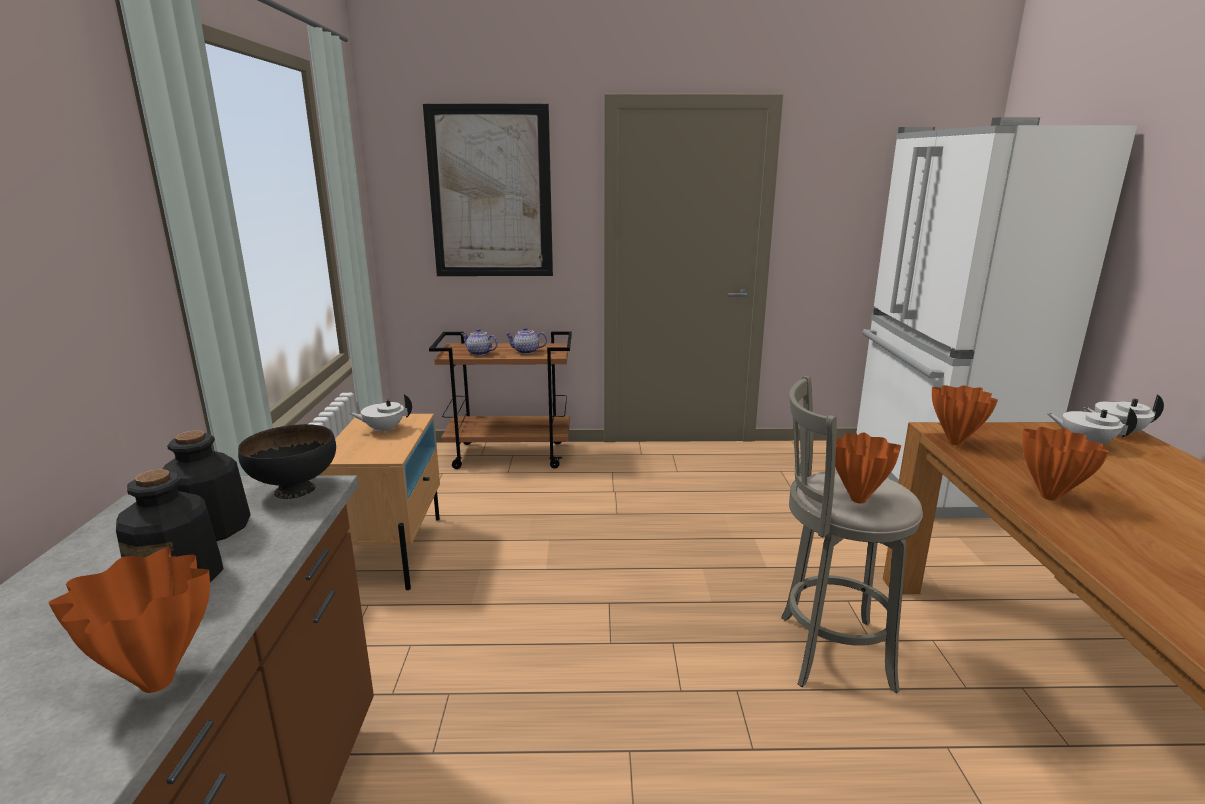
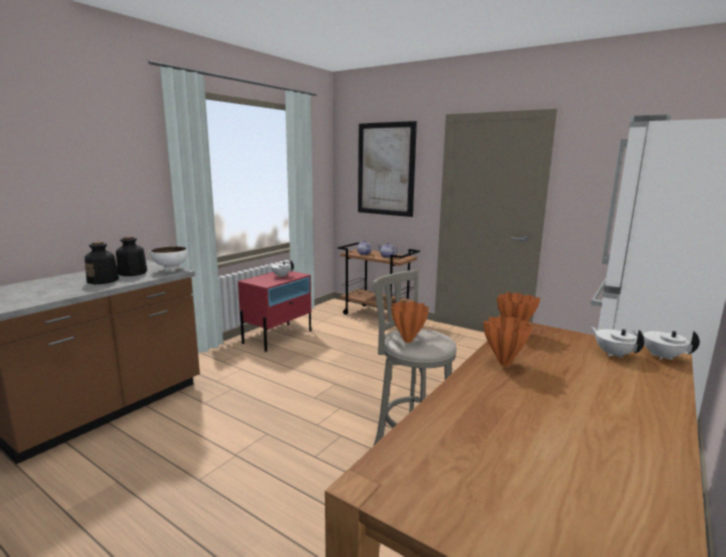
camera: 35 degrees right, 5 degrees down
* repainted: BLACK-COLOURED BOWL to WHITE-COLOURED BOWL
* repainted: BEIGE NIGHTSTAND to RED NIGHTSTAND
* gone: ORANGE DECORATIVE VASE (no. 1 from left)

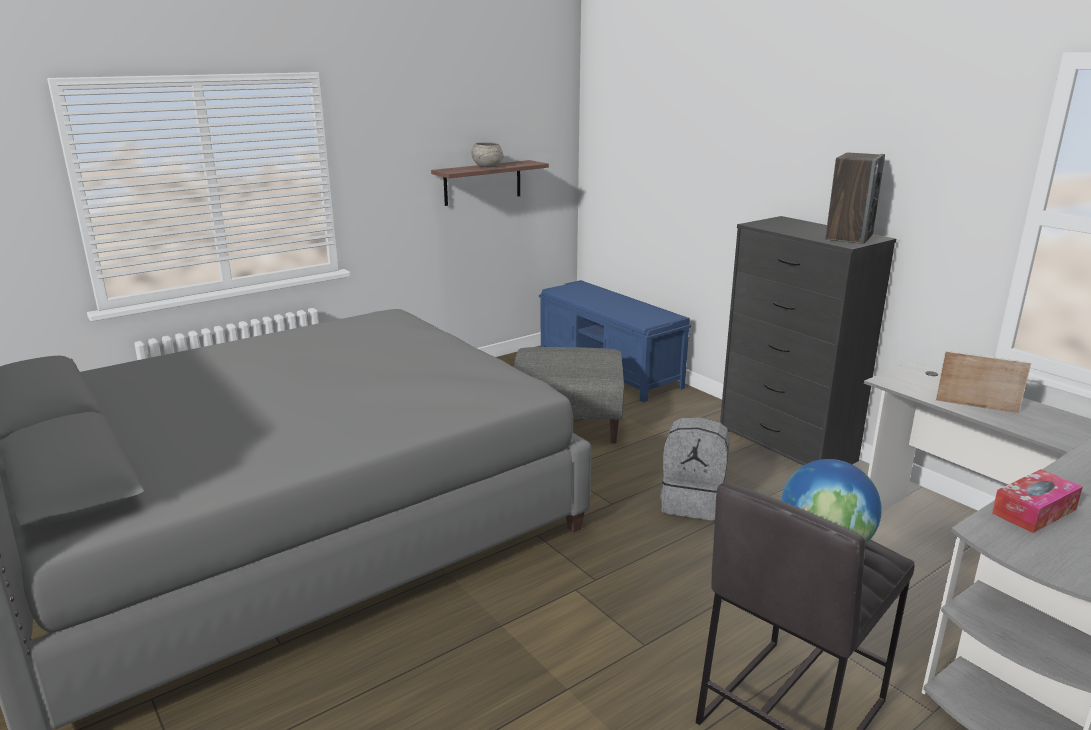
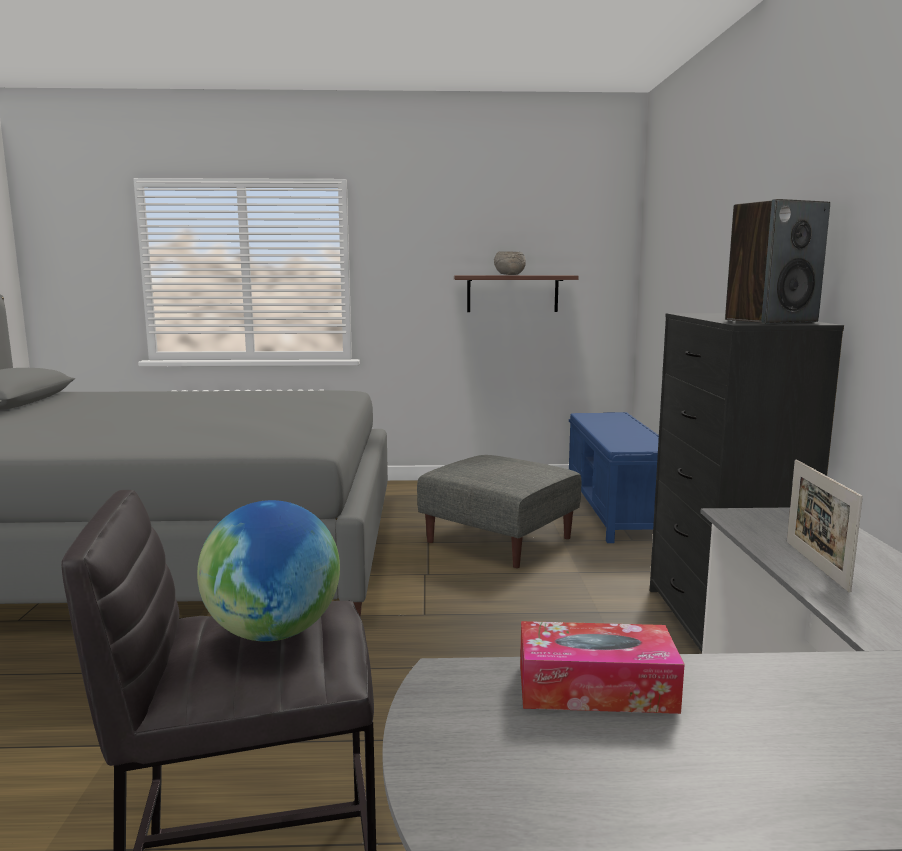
camera: 35 degrees right, 10 degrees down
* rotated: PHOTO FRAME 150 degrees counterclockwise
* gone: GREY RUCKSACK

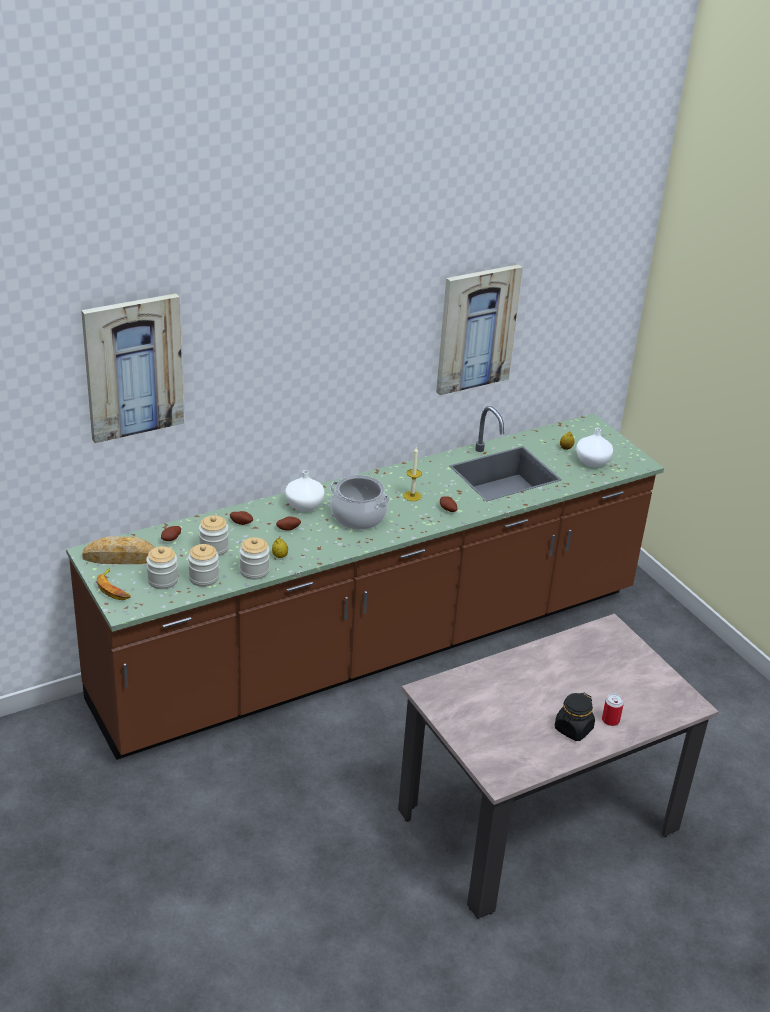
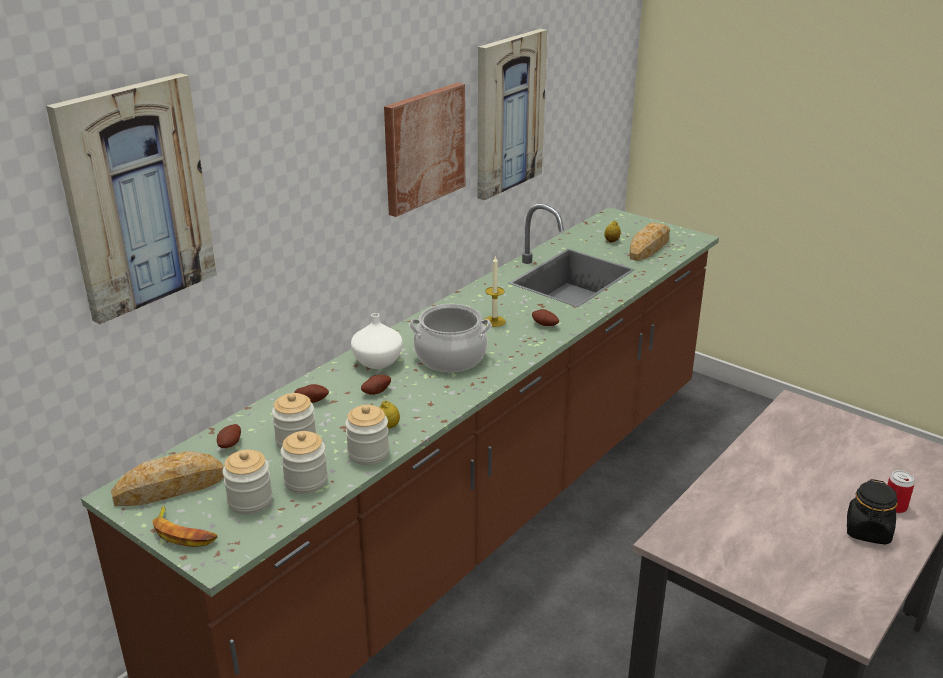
camera: 20 degrees left, 5 degrees down
* new: WALL PICTURE (no. 2 from left)
* swapped: WHITE-COLOURED DECORATIVE VASE (no. 2 from left) to BAKERY BREAD (no. 2 from left)

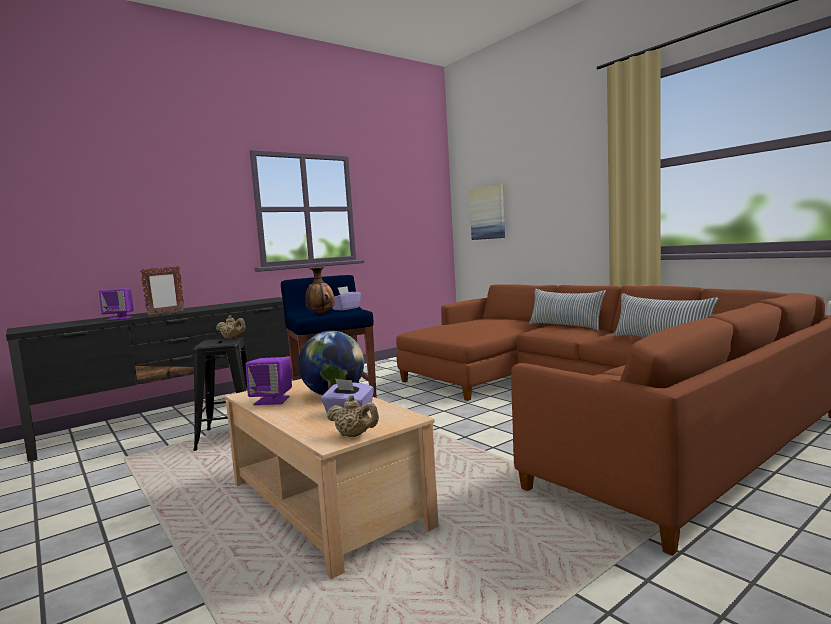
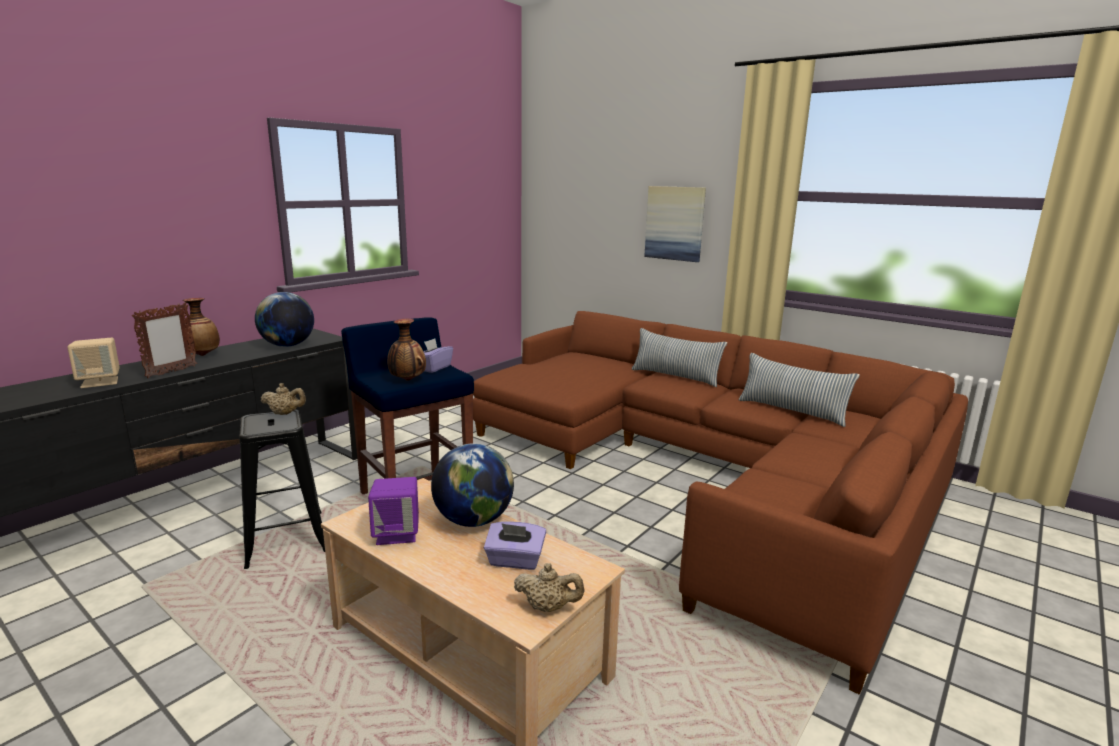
camera: 15 degrees left, 10 degrees up
* repainted: PURPLE-COLOURED LOUDSPEAKER (no. 1 from left) to BEIGE LOUDSPEAKER
* new: DECORATIVE VASE (no. 1 from left)
* new: GLOBE (no. 1 from left)
* shifted: WALL PICTURE

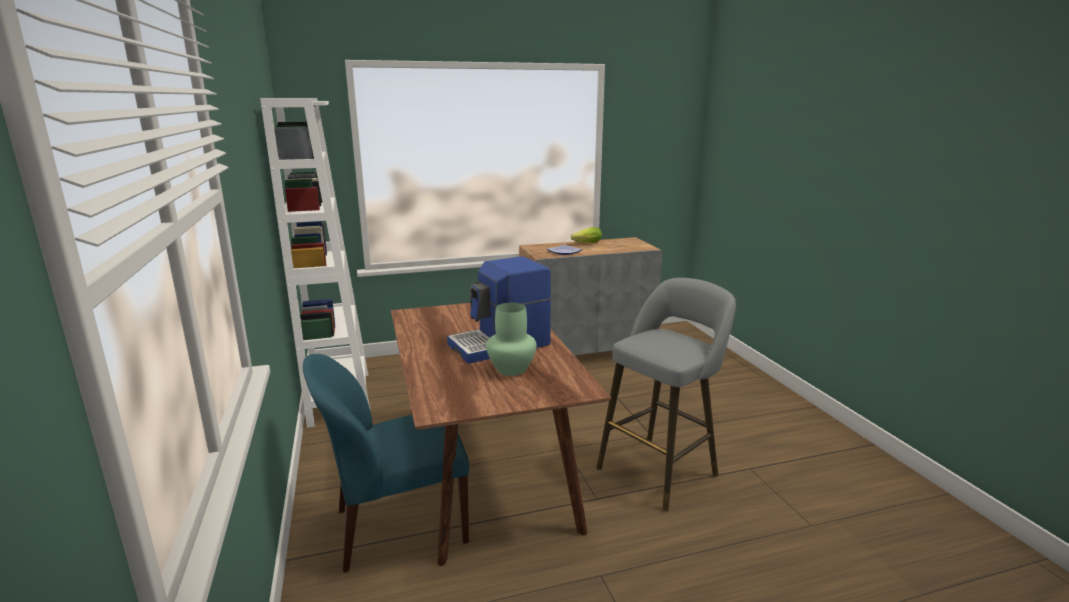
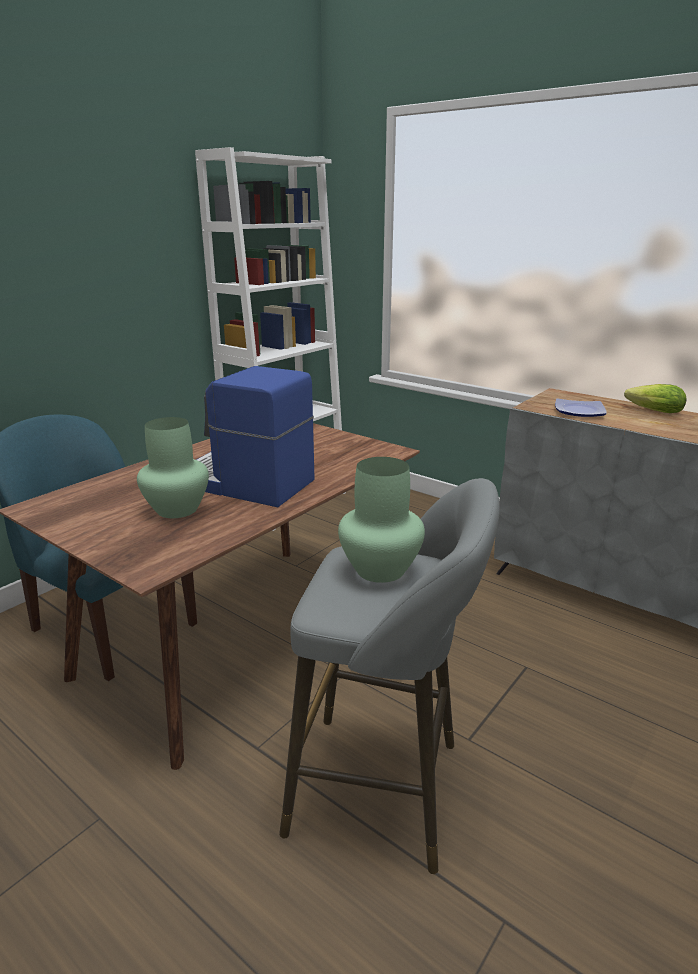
camera: 55 degrees right, 5 degrees up
* new: GREENISH DECORATIVE VASE (no. 2 from left)

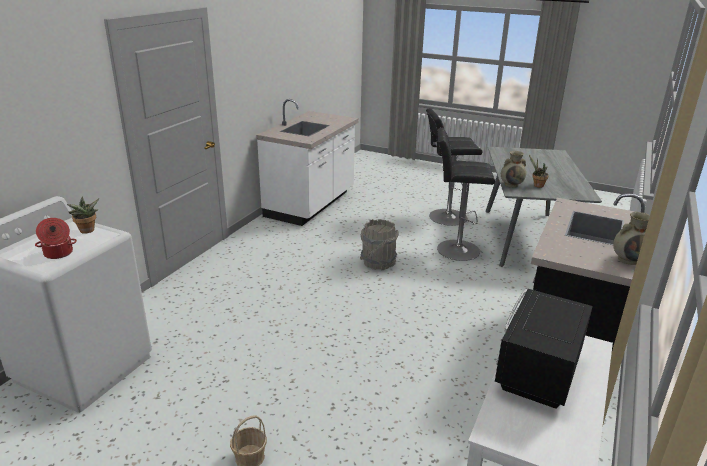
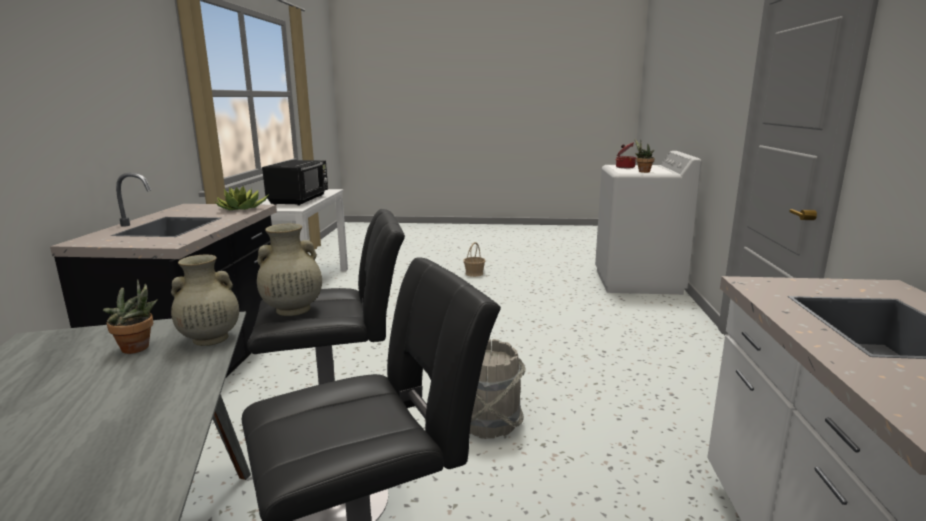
camera: 160 degrees right, 10 degrees down
* new: HOUSEPLANT (no. 2 from left)
* shifted: BEIGE DECORATIVE VASE (no. 2 from left)

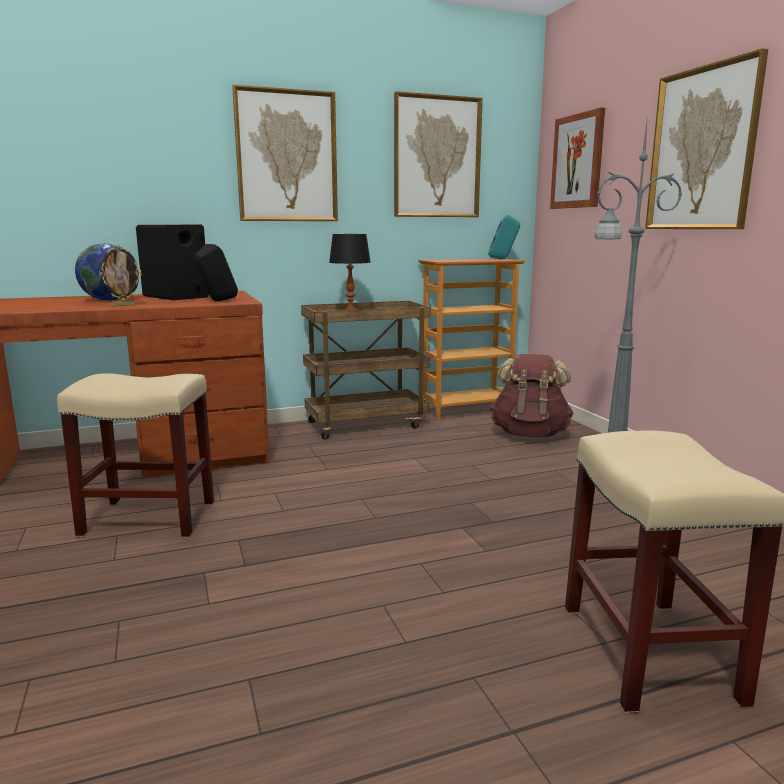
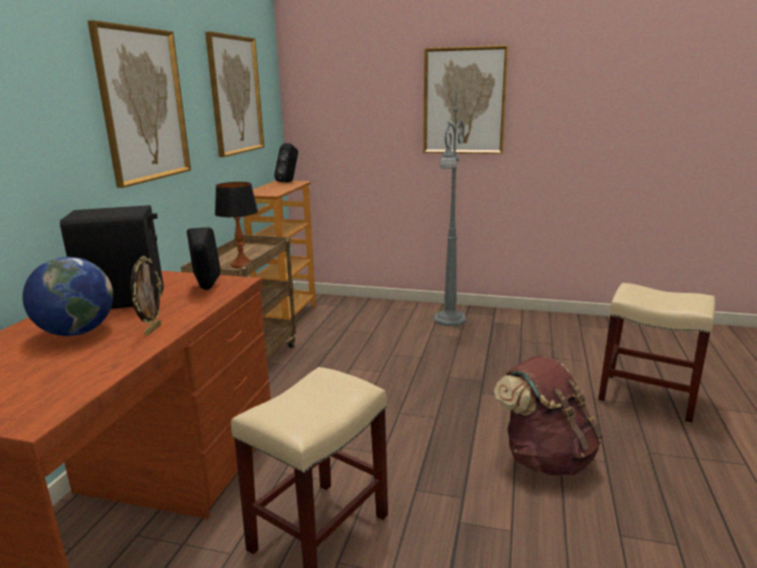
camera: 55 degrees left, 5 degrees up
* repainted: TURQUOISE LOUDSPEAKER to BLACK-COLOURED LOUDSPEAKER (no. 3 from left)
* shifted: BROWNISH RUCKSACK
* gone: WALL PICTURE (no. 3 from left)

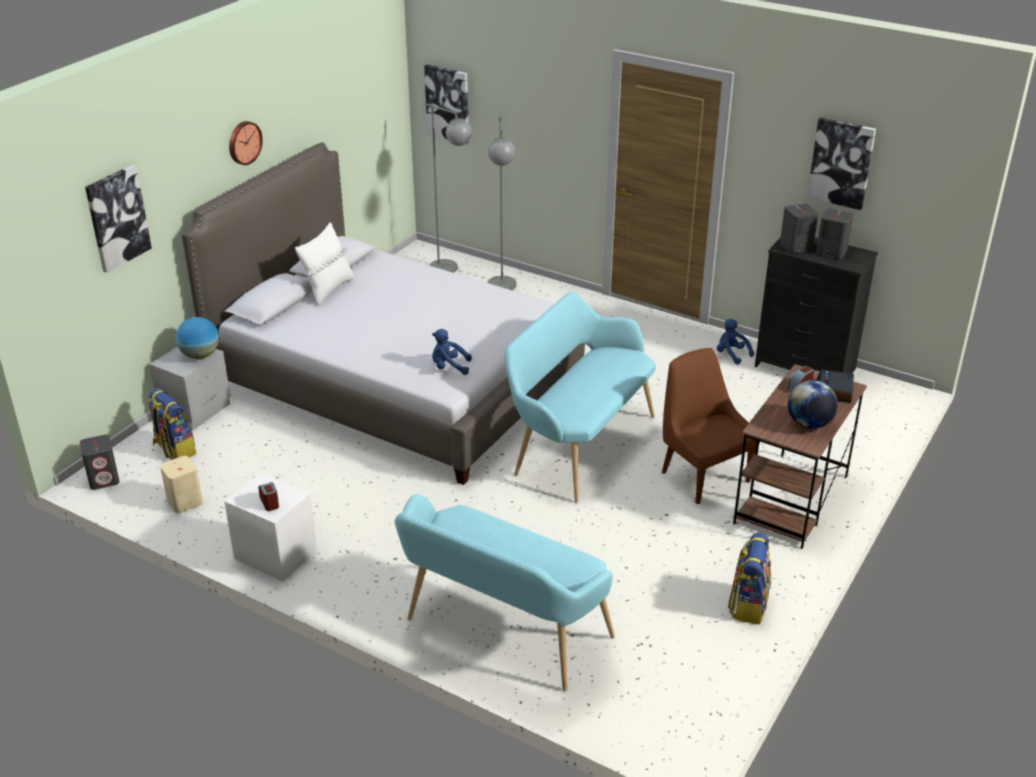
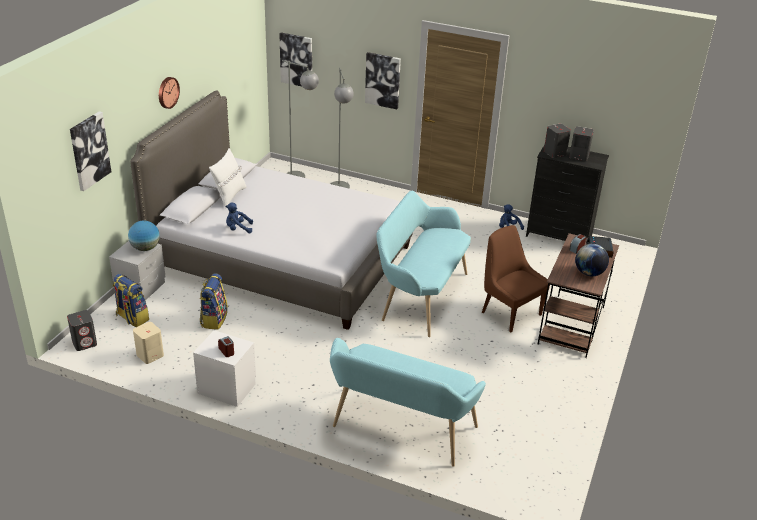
camera: 10 degrees left, 0 degrees up
* shifted: RUCKSACK (no. 2 from left)
* shifted: BLUE-COLOURED SOFT TOY (no. 1 from left)
* shifted: WALL PICTURE (no. 3 from left)

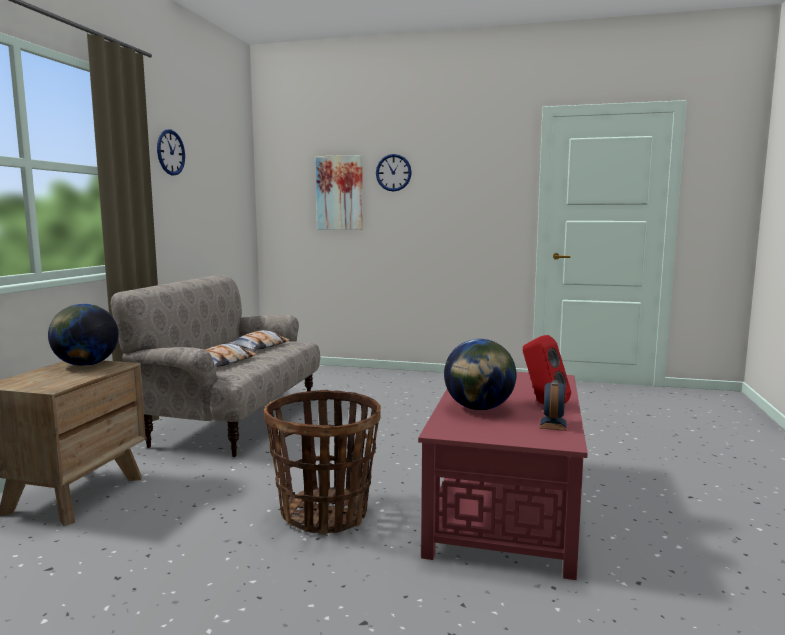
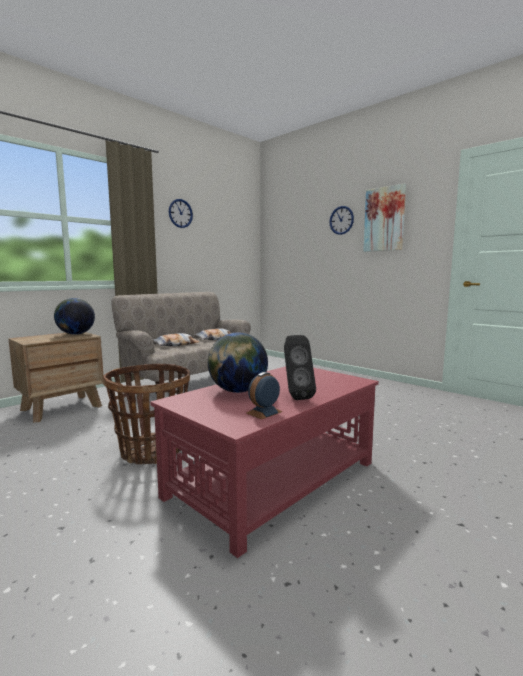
camera: 30 degrees right, 0 degrees up
* repainted: RED LOUDSPEAKER to BLACK-COLOURED LOUDSPEAKER
* shifted: WALL PICTURE

